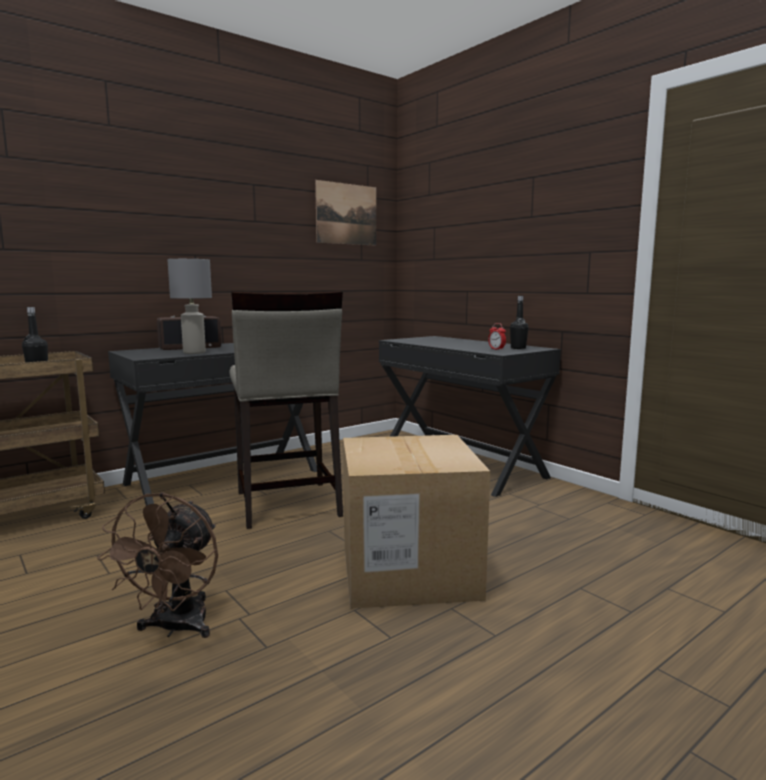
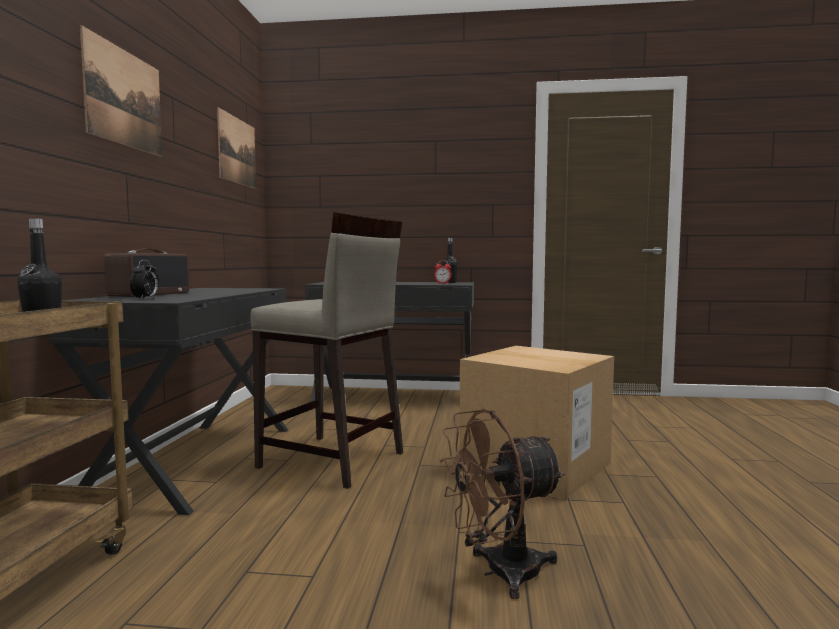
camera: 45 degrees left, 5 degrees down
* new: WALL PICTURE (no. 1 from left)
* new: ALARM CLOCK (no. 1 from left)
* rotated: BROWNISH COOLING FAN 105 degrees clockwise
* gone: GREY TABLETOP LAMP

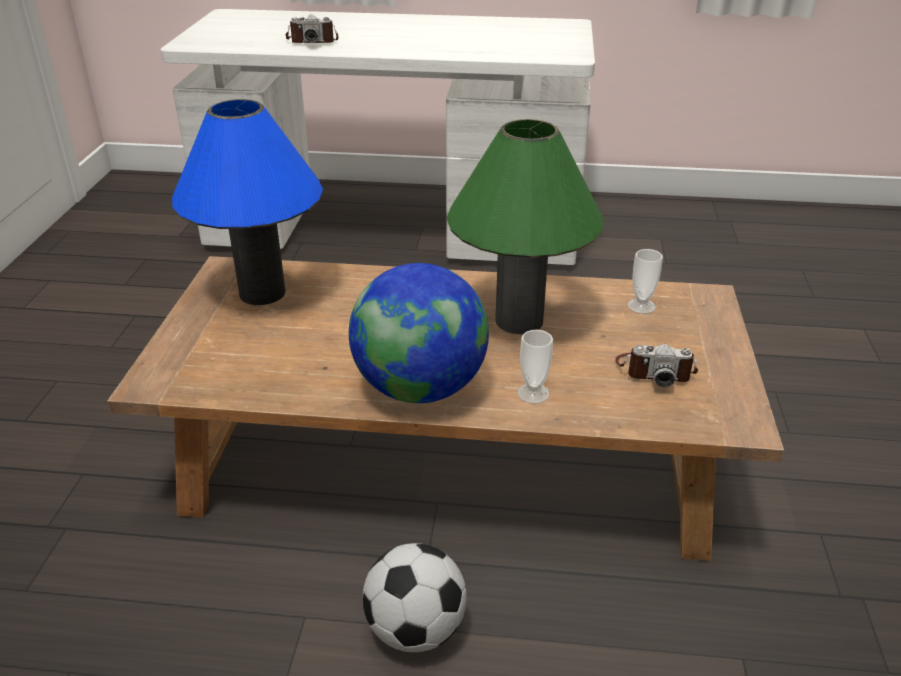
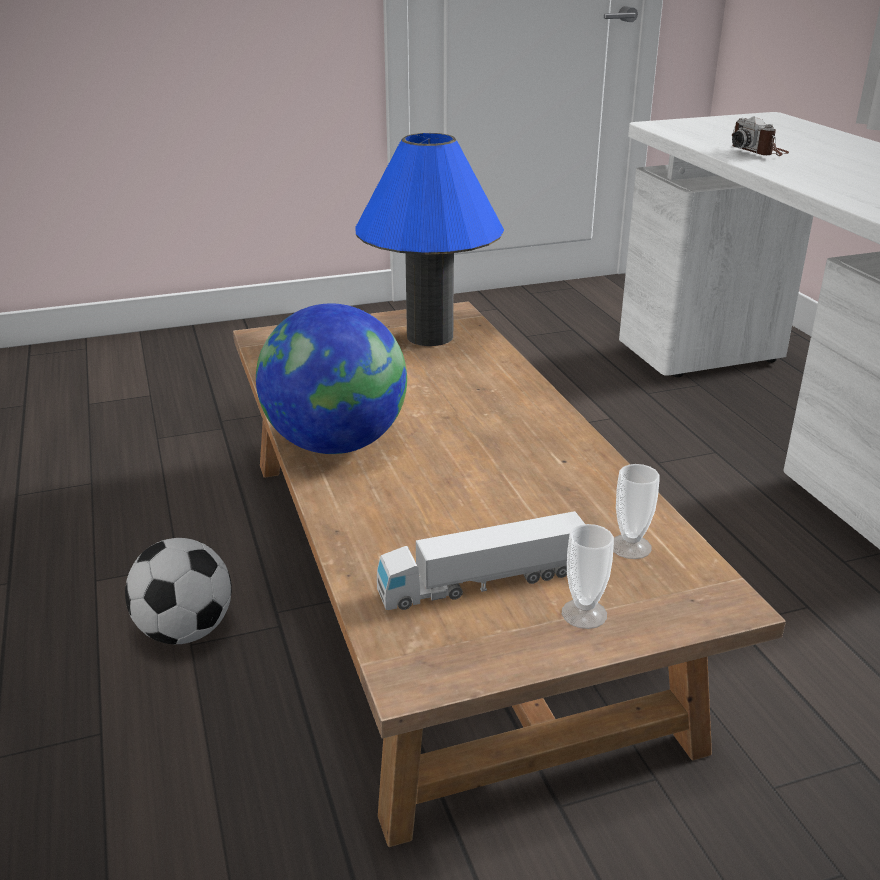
camera: 65 degrees right, 5 degrees down
* swapped: STILL CAMERA (no. 2 from left) to MODEL TRUCK
* shifted: CUP (no. 1 from left)
* gone: GREENISH TABLETOP LAMP

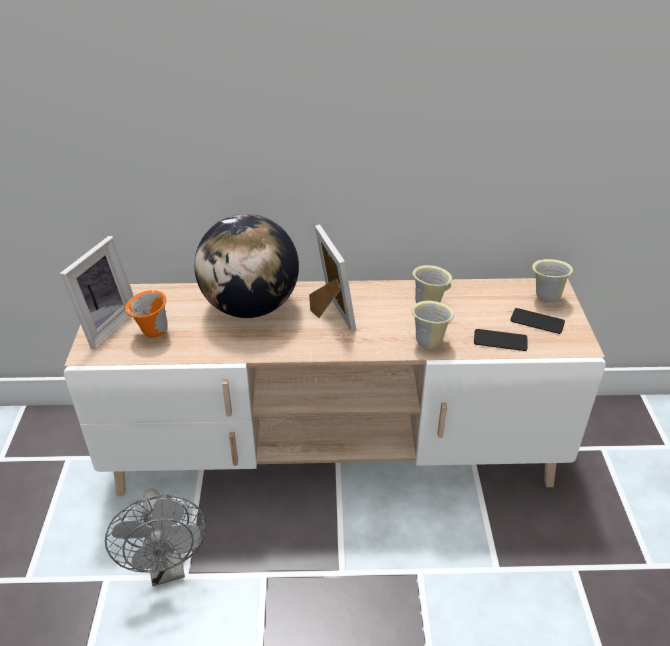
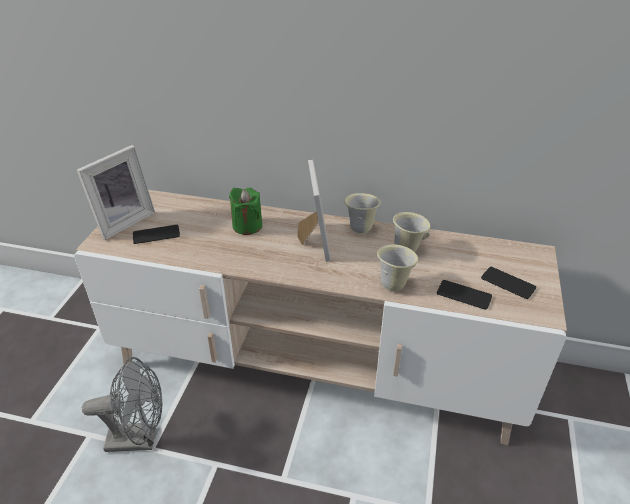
camera: 15 degrees right, 0 degrees up
* rotated: GREY COOLING FAN 90 degrees counterclockwise
* swapped: ORANGE COFFEE MUG to HANDSET (no. 1 from left)
* swapped: GLOBE to GREENISH WAX CANDLE
* shifted: BEIGE COFFEE MUG (no. 3 from left in the first image) to BEIGE COFFEE MUG (no. 1 from left)

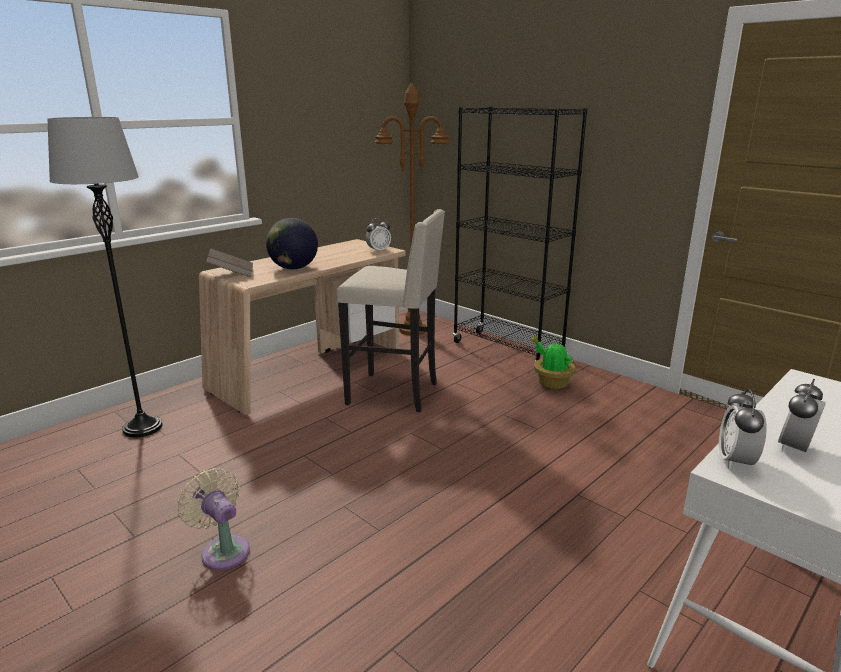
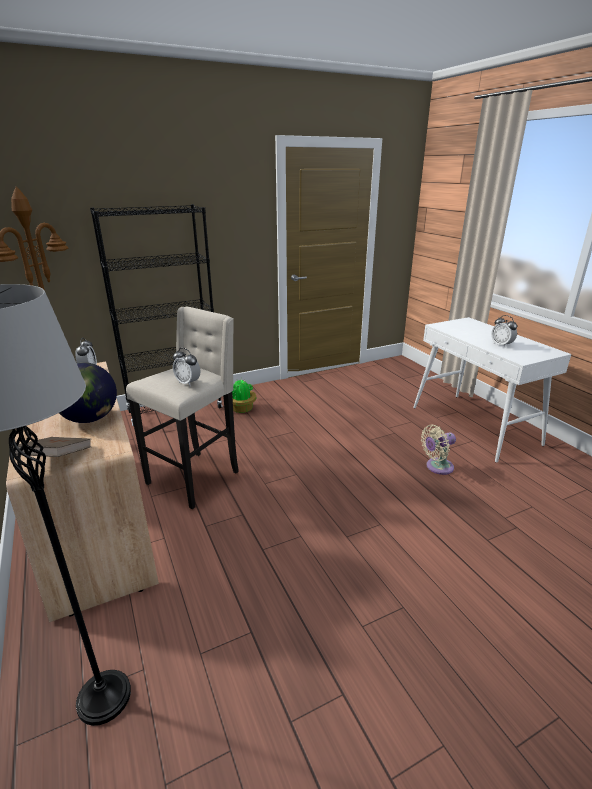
camera: 70 degrees left, 5 degrees up
* shifted: ALARM CLOCK (no. 2 from left)
* shifted: BEIGE COOLING FAN

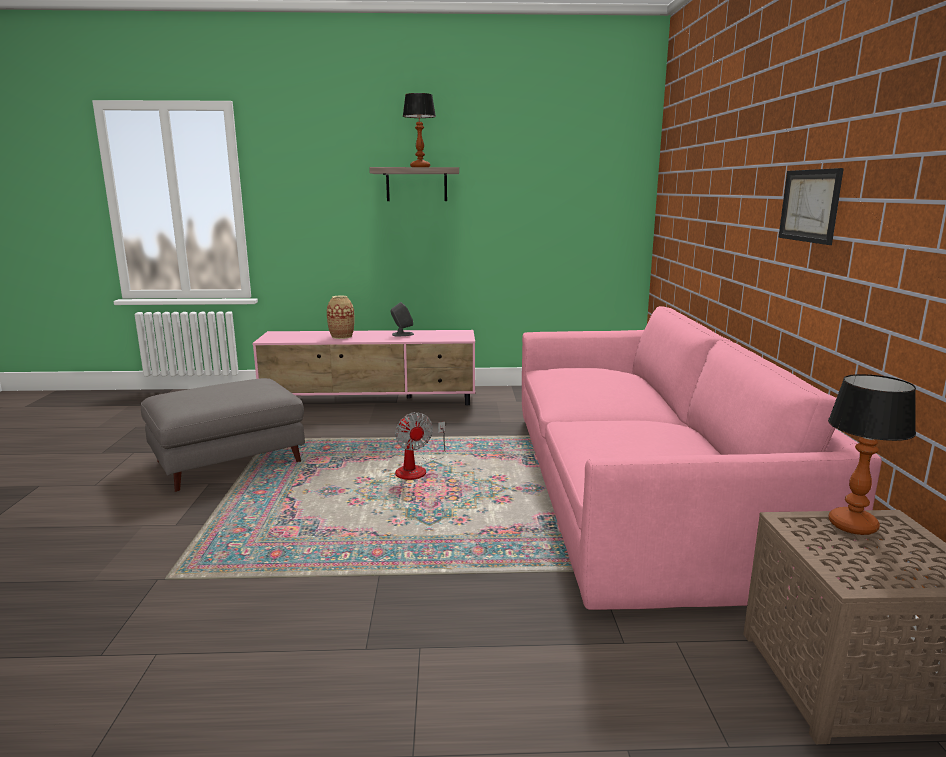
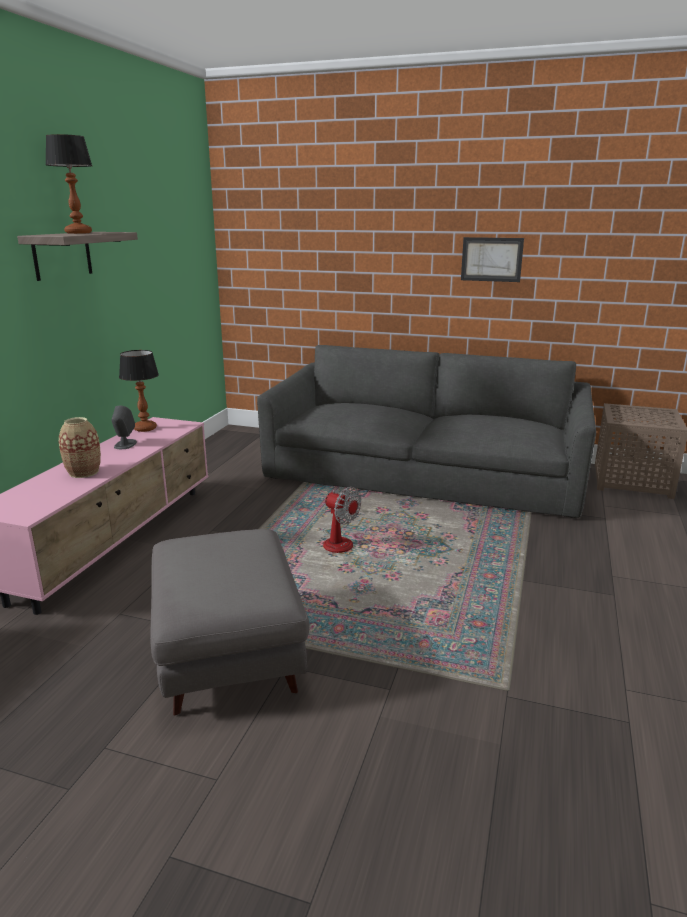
camera: 70 degrees left, 5 degrees up
* shifted: TABLETOP LAMP (no. 2 from left)
* repainted: PINK SOFA to GREY SOFA
* rotated: COOLING FAN 45 degrees clockwise

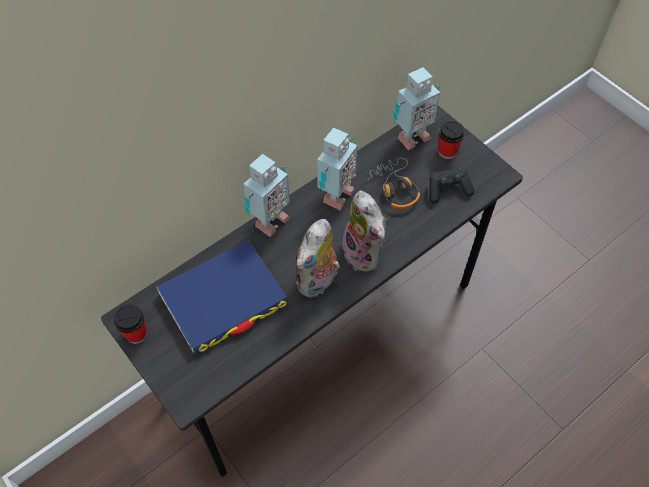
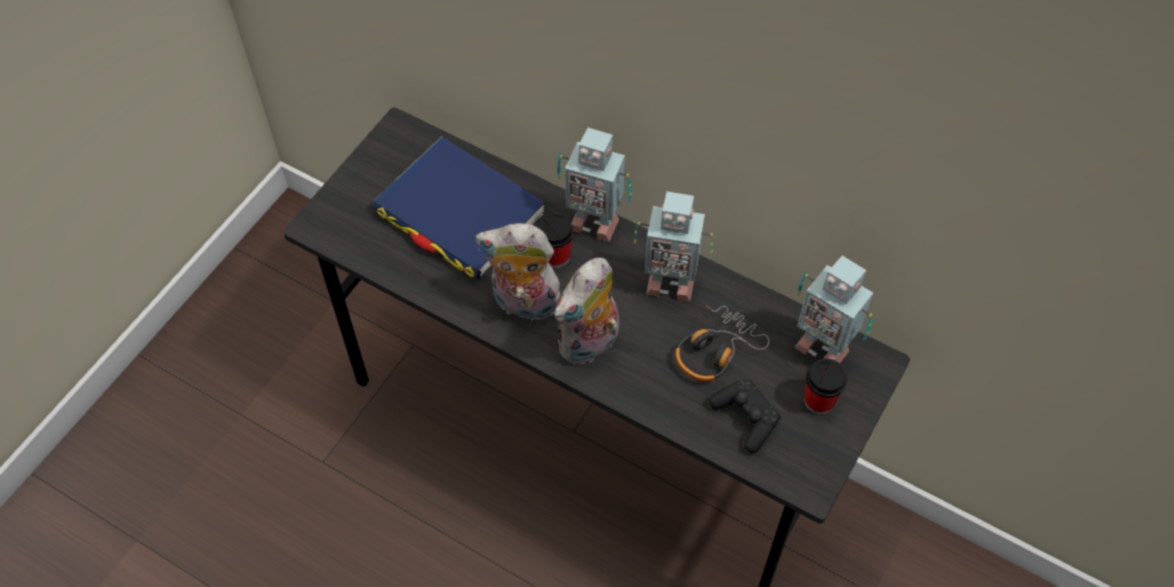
camera: 70 degrees right, 0 degrees up
* shifted: CUP (no. 1 from left)

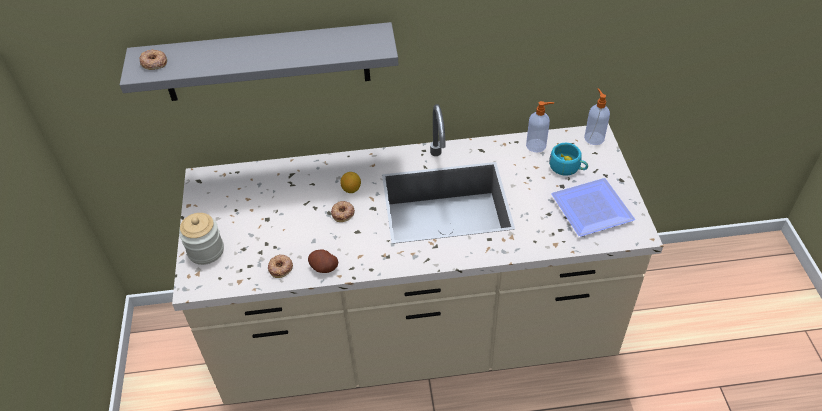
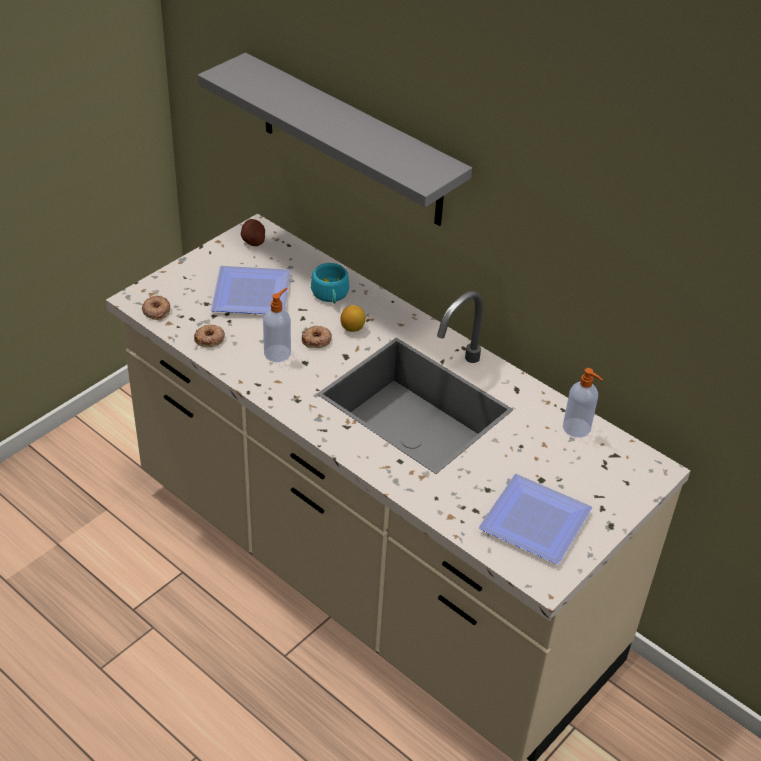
camera: 45 degrees right, 5 degrees down
* shifted: RING DOUGHNUT (no. 1 from left)
* new: DINNER PLATE (no. 1 from left)
* shifted: WHOLE POTATO
* shifted: LIQUID SOAP BOTTLE (no. 2 from left in the first image) to LIQUID SOAP BOTTLE (no. 1 from left)
* shifted: TURQUOISE CUP
* gone: STORAGE JAR

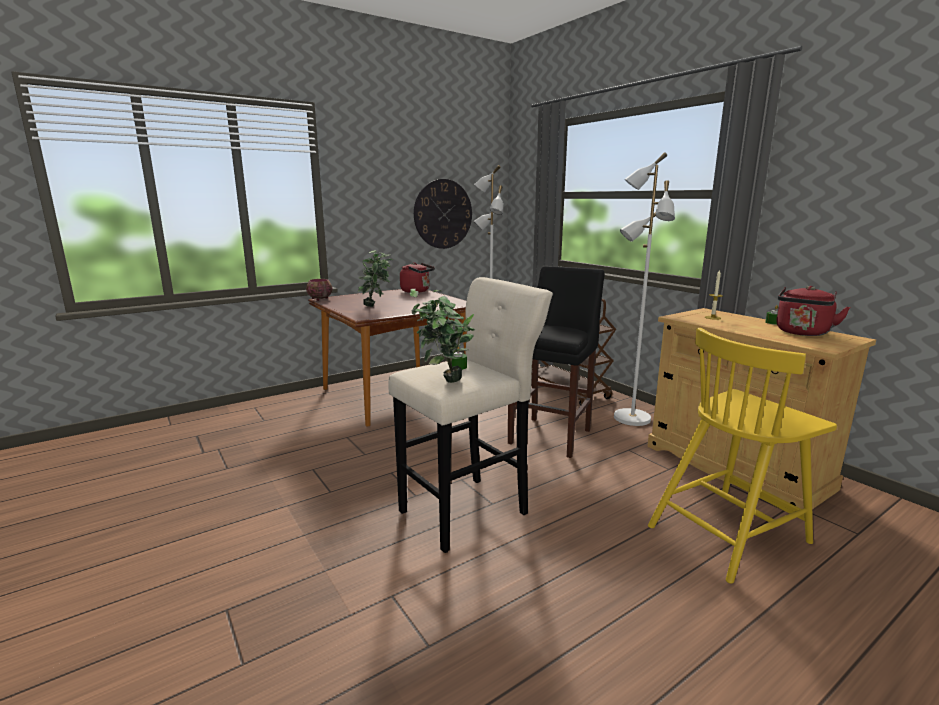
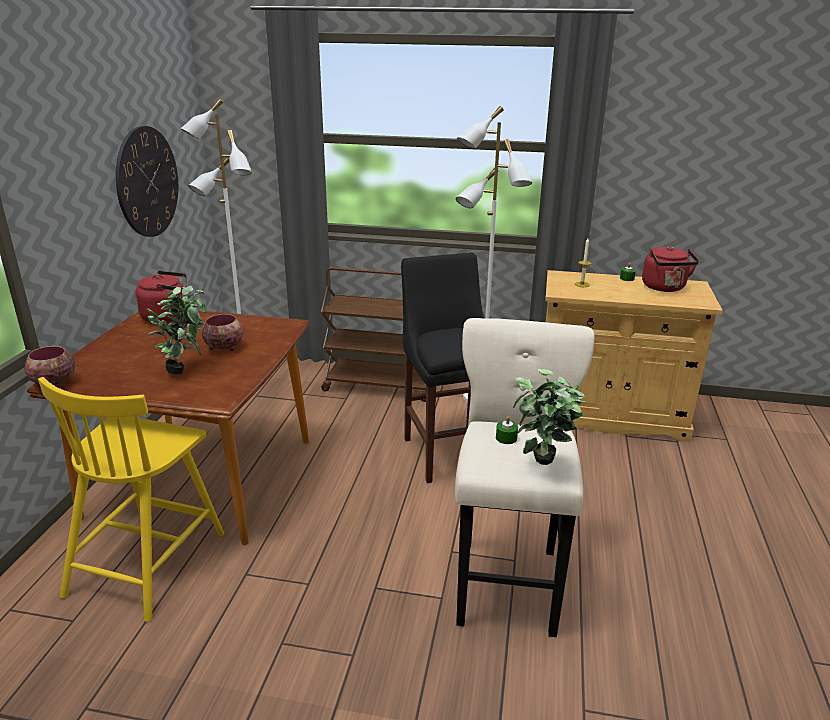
camera: 45 degrees left, 10 degrees up
* shifted: YELLOW PLAIN CHAIR
* new: BOWL (no. 2 from left)

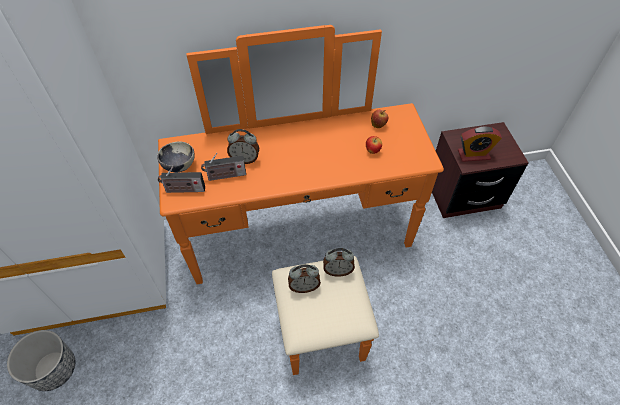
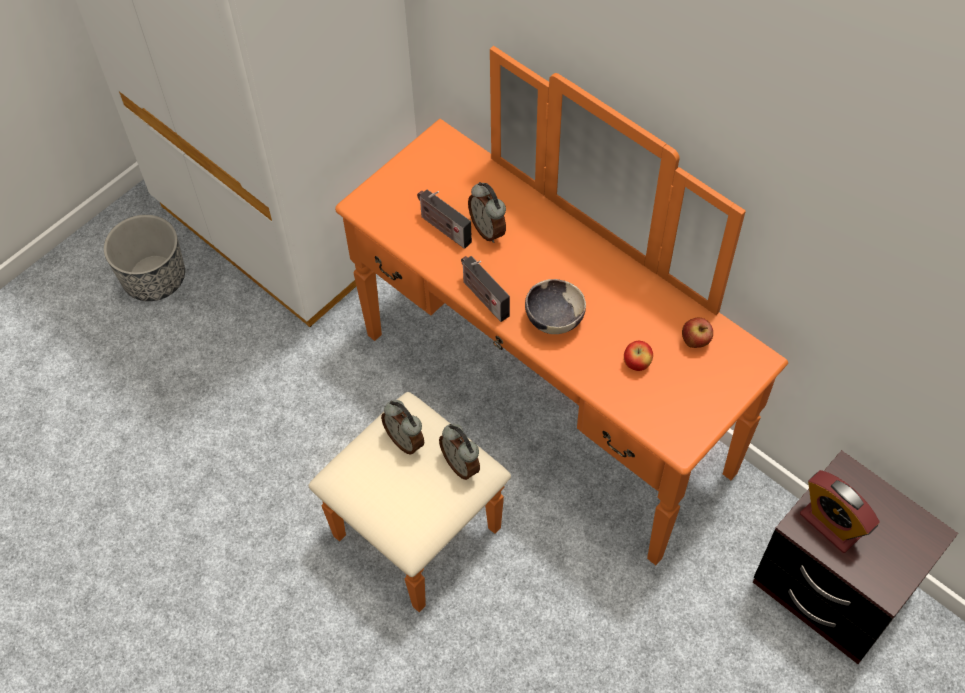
camera: 55 degrees right, 5 degrees up
* shifted: RADIO RECEIVER (no. 1 from left in the first image) to RADIO RECEIVER (no. 2 from left)
* shifted: BOWL

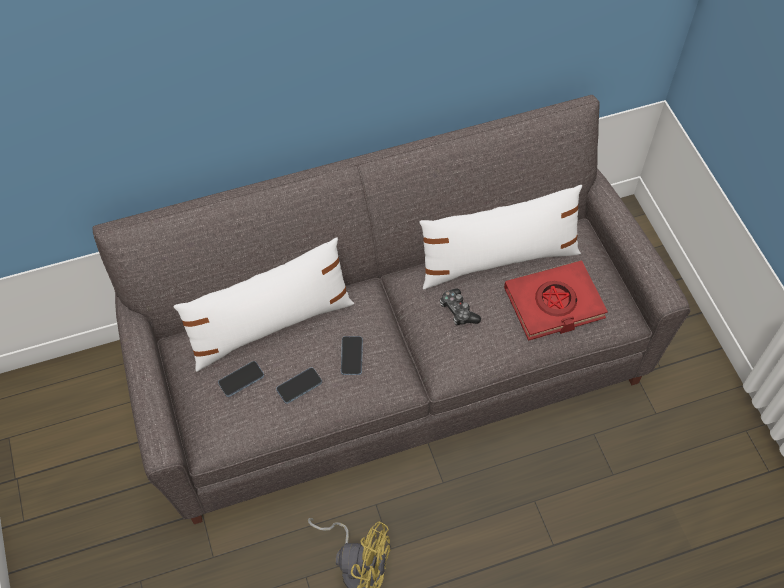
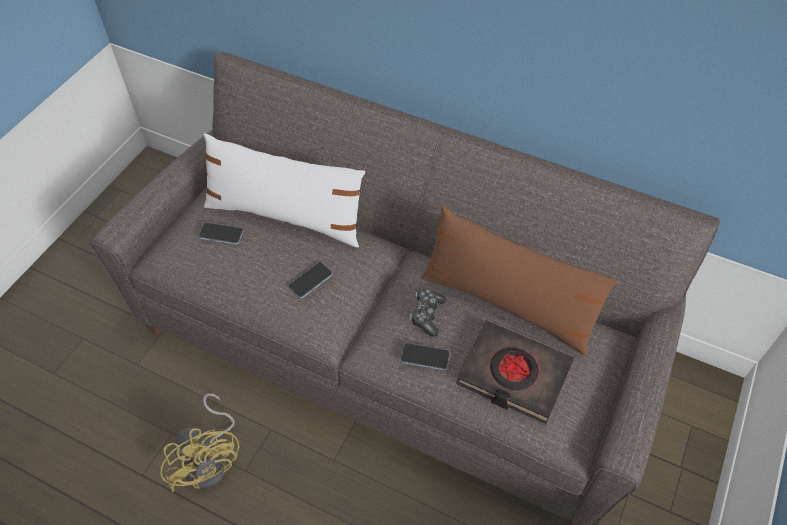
camera: 45 degrees right, 5 degrees down
* shifted: HANDSET (no. 2 from left in the first image) to HANDSET (no. 3 from left)
* repainted: WHITE-COLOURED CUSHION (no. 2 from left) to BROWNISH CUSHION
* repainted: RED BOUND BOOK to BLACK-COLOURED BOUND BOOK

